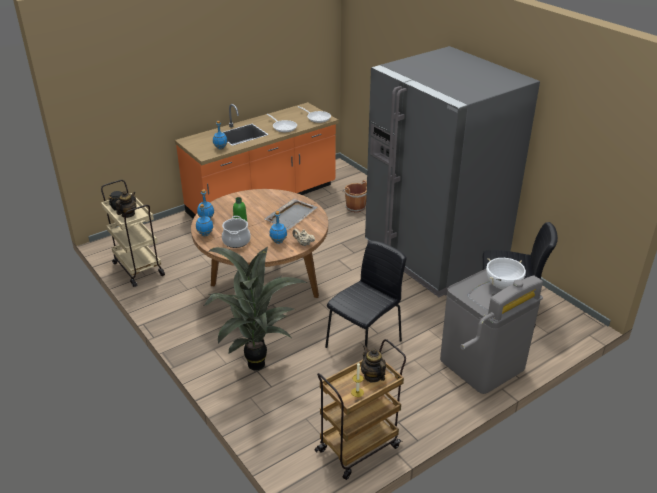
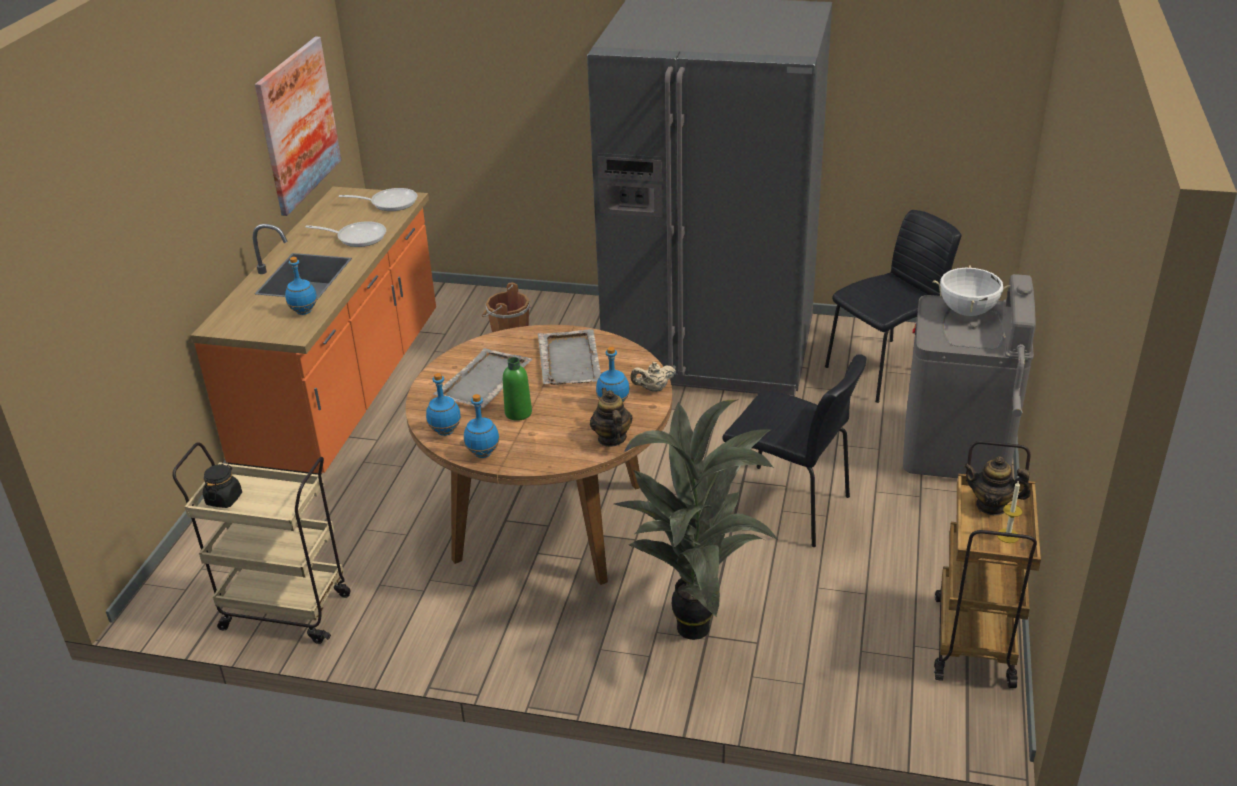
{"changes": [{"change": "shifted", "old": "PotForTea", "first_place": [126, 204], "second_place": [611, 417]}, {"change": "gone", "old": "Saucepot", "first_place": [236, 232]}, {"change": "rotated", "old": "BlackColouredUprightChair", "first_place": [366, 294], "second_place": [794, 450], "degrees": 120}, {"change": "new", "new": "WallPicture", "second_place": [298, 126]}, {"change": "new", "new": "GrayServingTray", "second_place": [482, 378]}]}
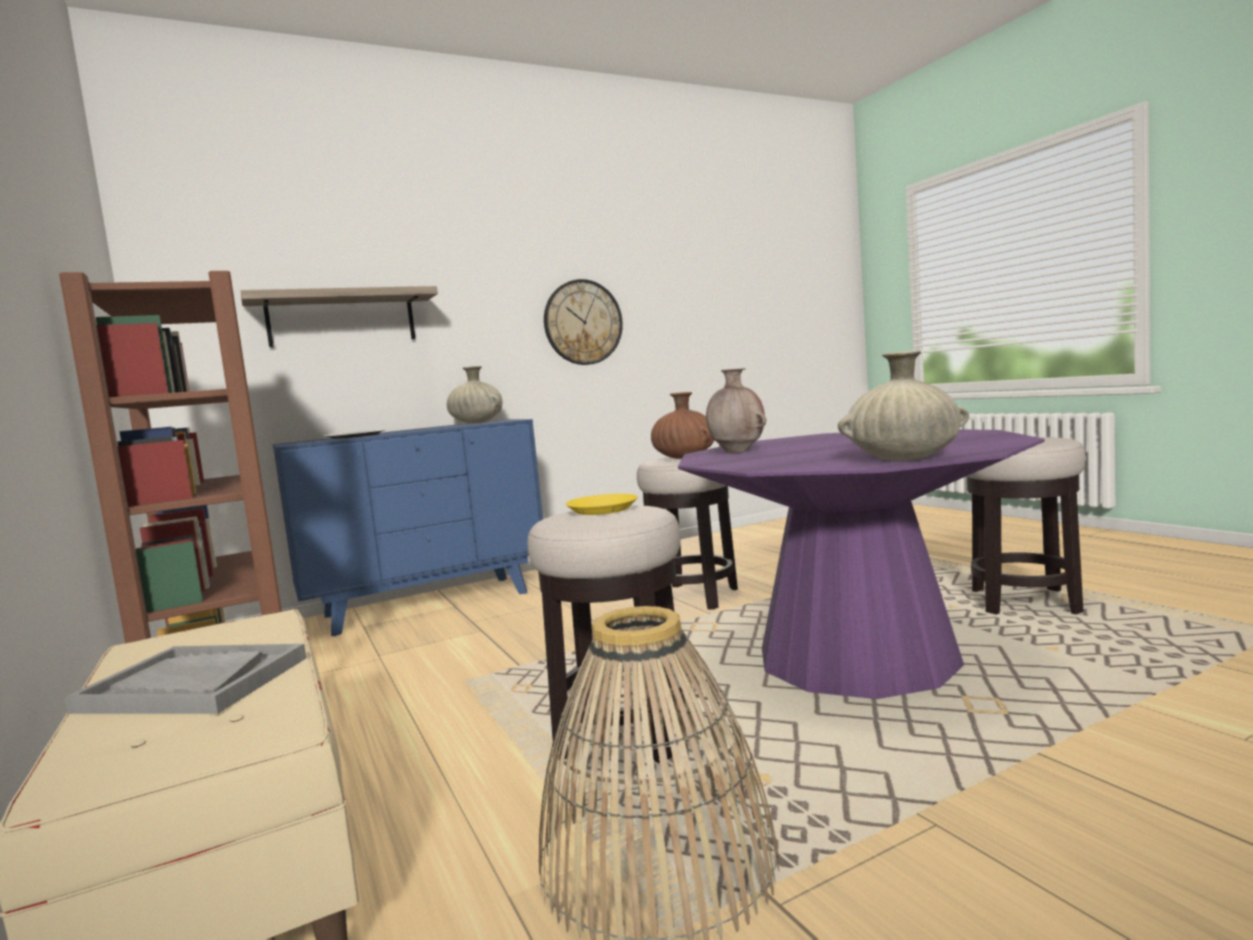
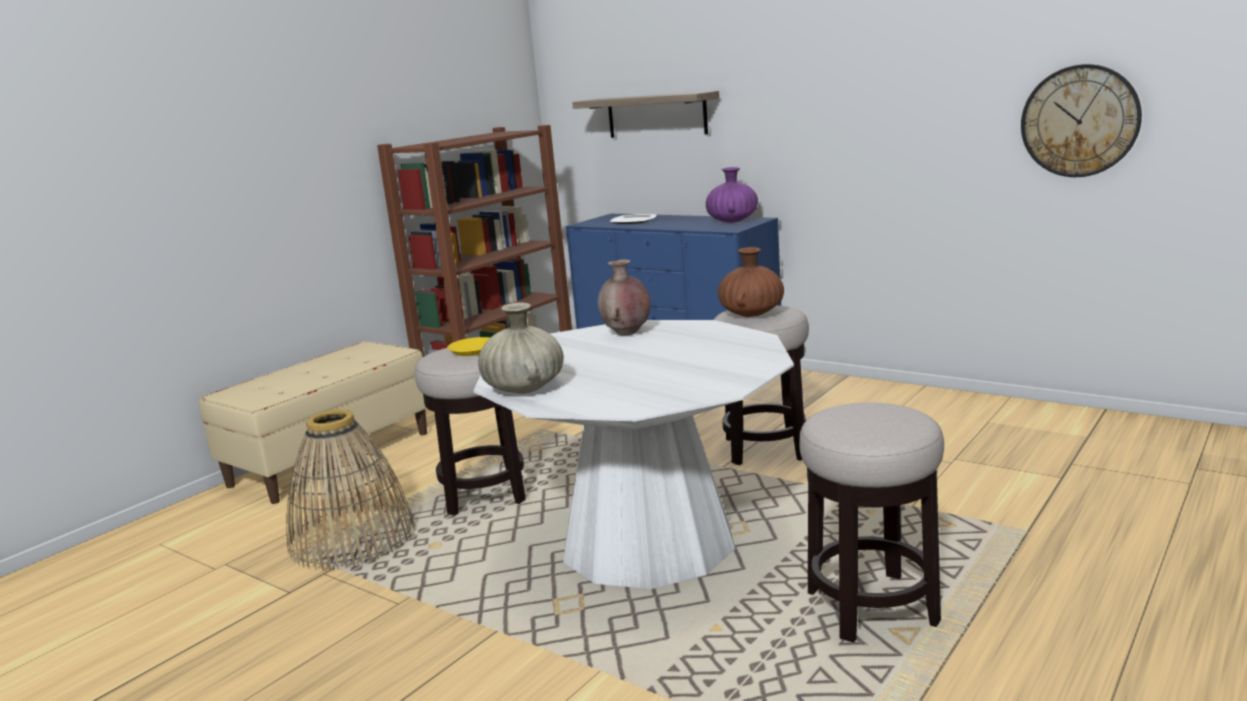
{"changes": [{"change": "shifted", "old": "HangingClock", "first_place": [583, 322], "second_place": [1081, 120]}, {"change": "repainted", "old": "BeigeColouredFlowerVase", "new": "PurpleColouredFlowerVase", "first_place": [474, 394], "second_place": [732, 195]}, {"change": "repainted", "old": "PurpleColouredKitchenTable", "new": "WhitishKitchenTable", "first_place": [861, 564], "second_place": [634, 454]}, {"change": "gone", "old": "GrayServingTray", "first_place": [185, 679]}]}
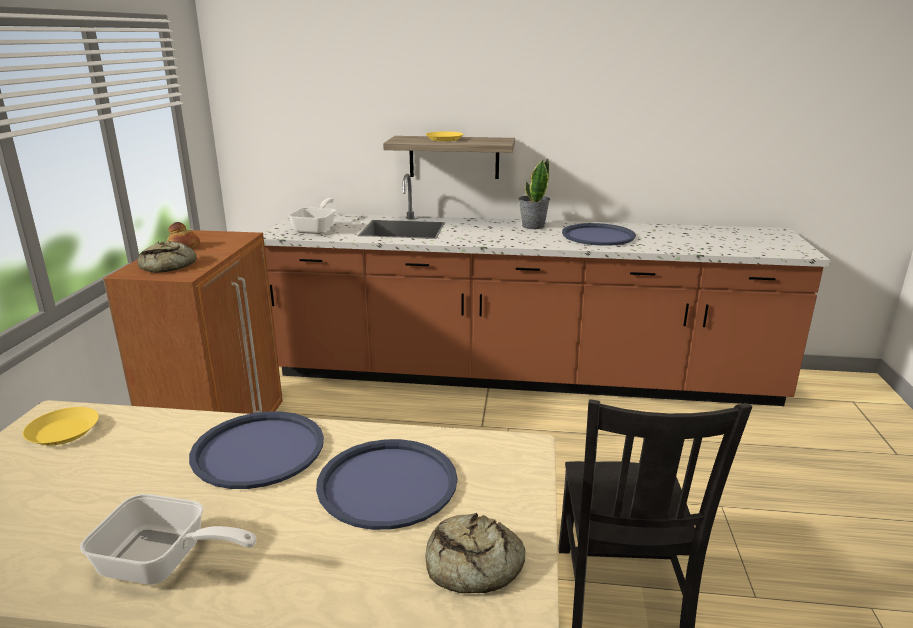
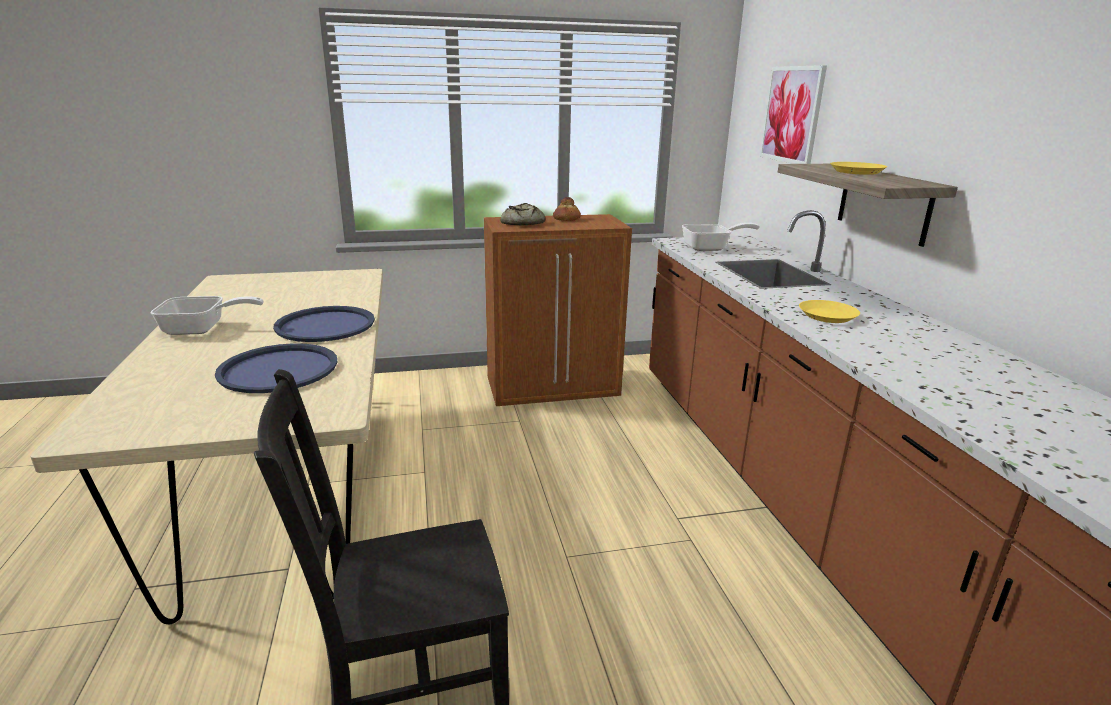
{"changes": [{"change": "gone", "old": "PottedPlant", "first_place": [534, 194]}, {"change": "gone", "old": "BlueColouredServingTray", "first_place": [599, 234]}, {"change": "shifted", "old": "YellowishFlatDish", "first_place": [61, 426], "second_place": [829, 311]}, {"change": "rotated", "old": "FryingPan", "first_place": [168, 539], "second_place": [207, 315], "degrees": -90}, {"change": "gone", "old": "BakeryBread", "first_place": [475, 553]}, {"change": "new", "new": "WallPicture", "second_place": [793, 114]}]}
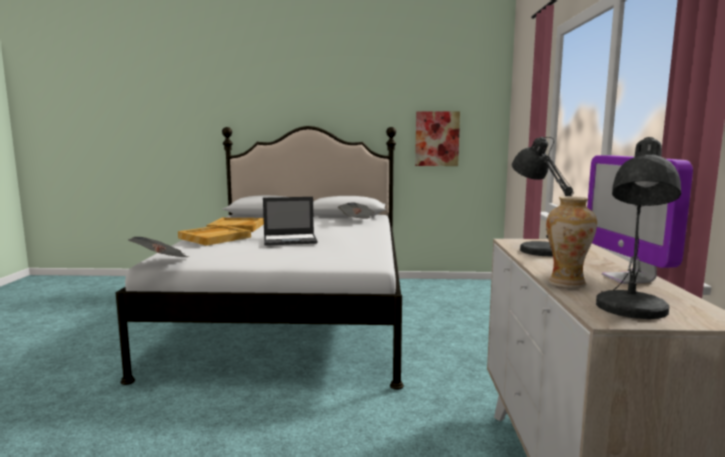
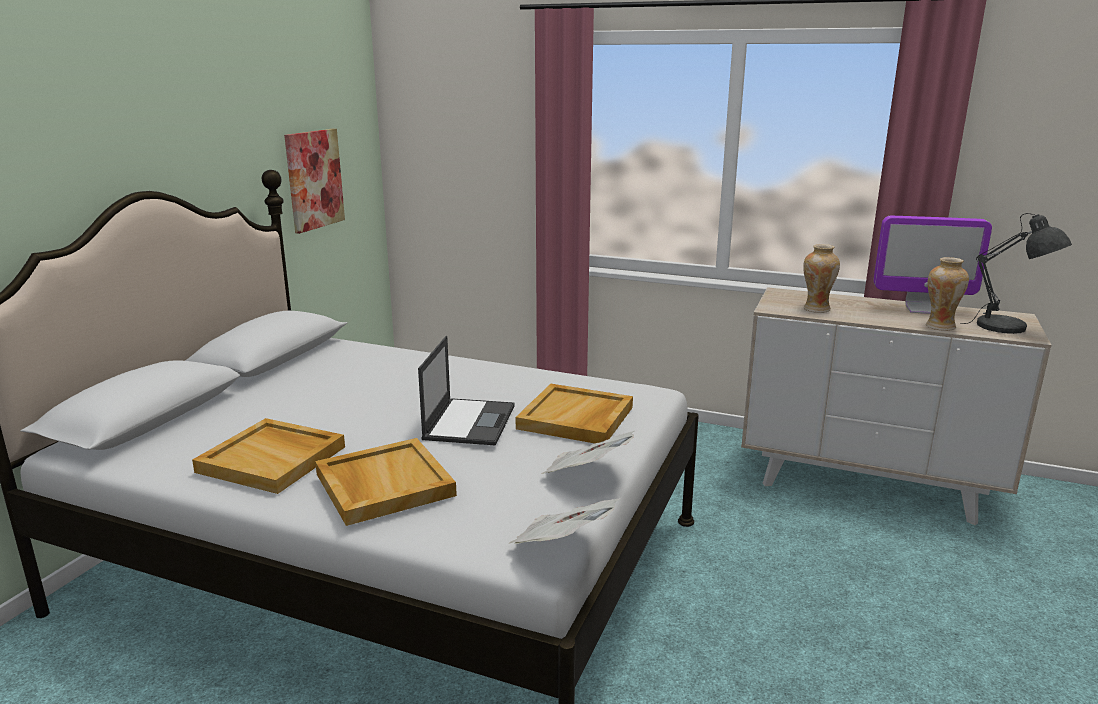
{"changes": [{"change": "swapped", "old": "GrayLampForATable", "new": "FlowerVase", "first_place": [543, 196], "second_place": [821, 278]}, {"change": "shifted", "old": "PrintedPaper", "first_place": [356, 211], "second_place": [588, 452]}, {"change": "new", "new": "BeigeColouredServingTray", "second_place": [574, 413]}]}
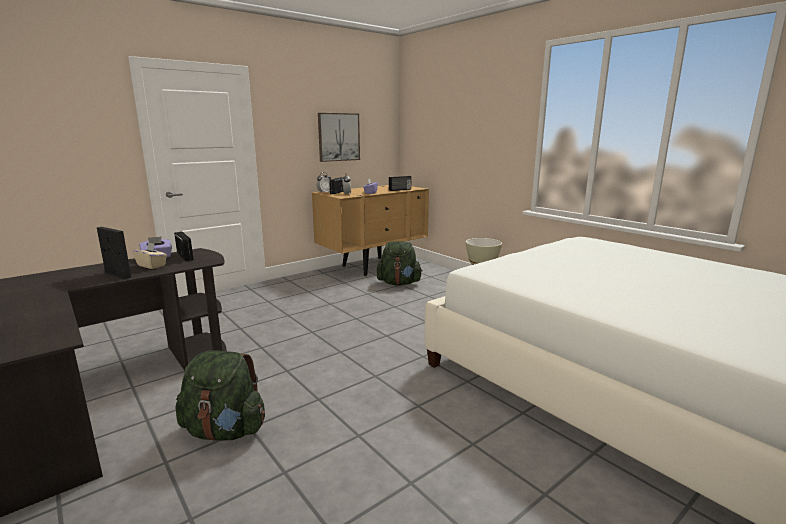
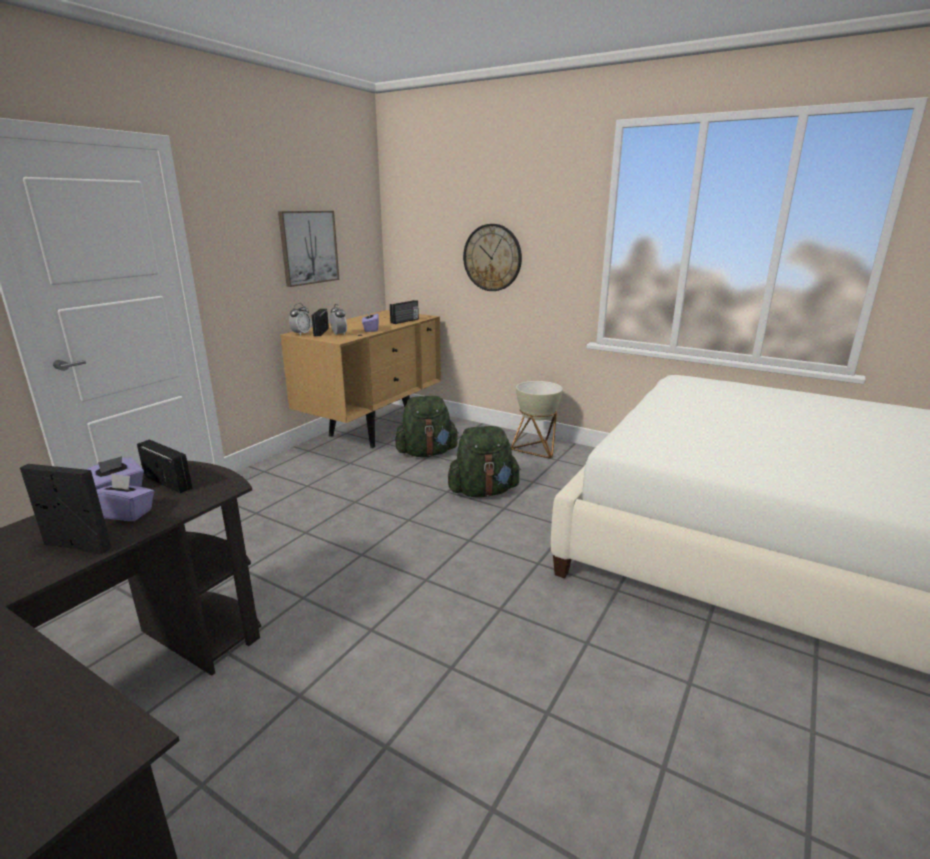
{"changes": [{"change": "repainted", "old": "BeigeColouredTissueHolder", "new": "PurpleColouredTissueHolder", "first_place": [150, 255], "second_place": [125, 497]}, {"change": "shifted", "old": "GreenishKnapsack", "first_place": [220, 395], "second_place": [484, 462]}, {"change": "new", "new": "HangingClock", "second_place": [492, 257]}]}
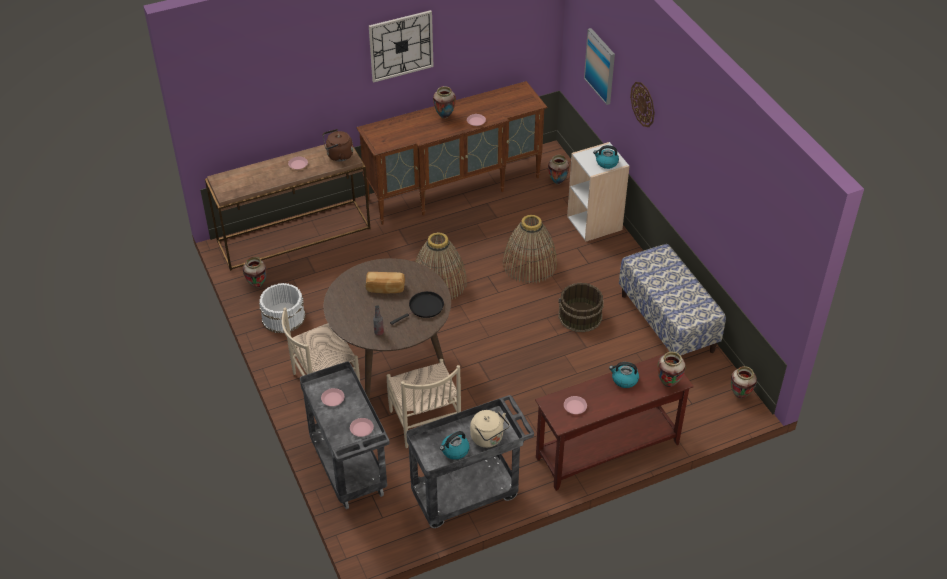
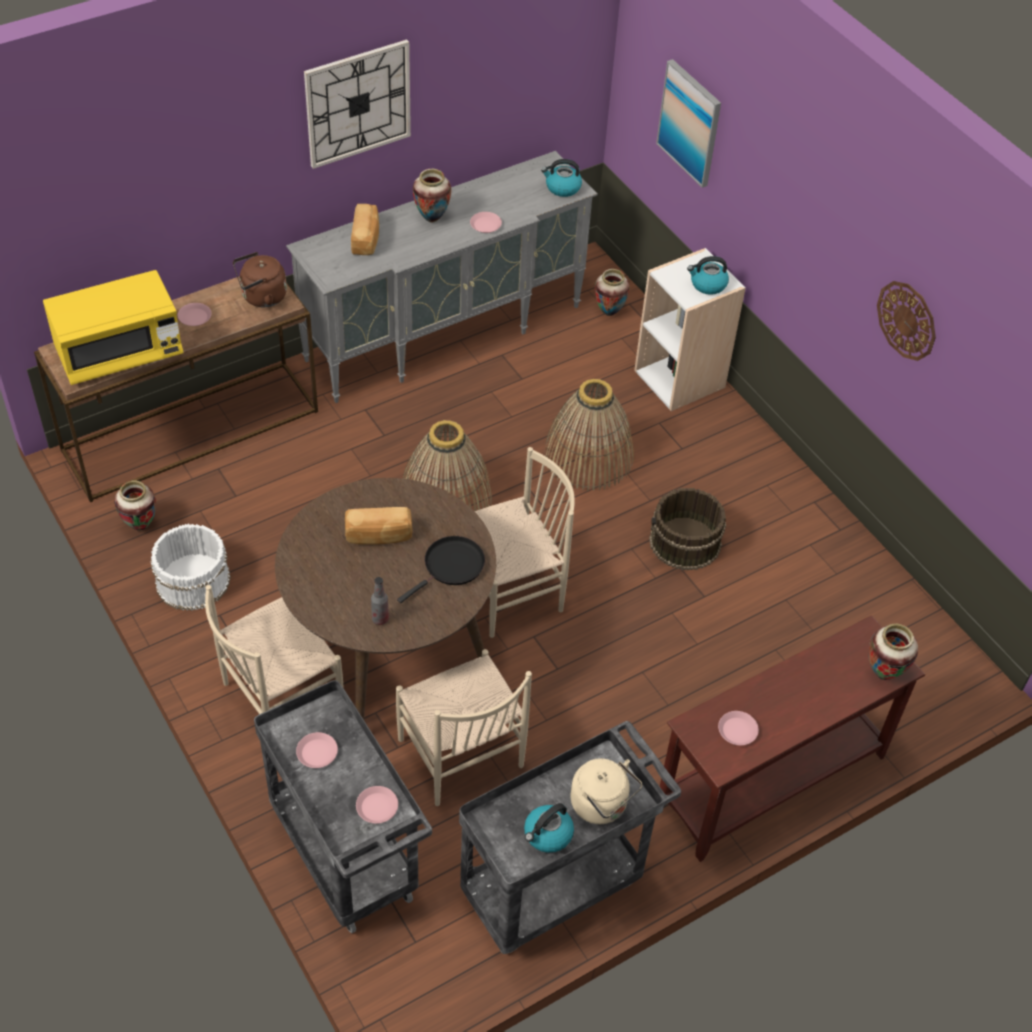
{"changes": [{"change": "repainted", "old": "BrownColouredStorageCabinet", "new": "GrayStorageCabinet", "first_place": [451, 153], "second_place": [442, 277]}, {"change": "shifted", "old": "HangingClock", "first_place": [642, 104], "second_place": [906, 321]}, {"change": "gone", "old": "Bench", "first_place": [672, 299]}, {"change": "shifted", "old": "WaterKettle", "first_place": [624, 375], "second_place": [561, 178]}, {"change": "gone", "old": "FlowerVase", "first_place": [744, 382]}, {"change": "new", "new": "BakeryBread", "second_place": [365, 229]}, {"change": "new", "new": "YellowishMicrowave", "second_place": [113, 327]}, {"change": "new", "new": "BeigeColouredUprightChair", "second_place": [524, 542]}]}
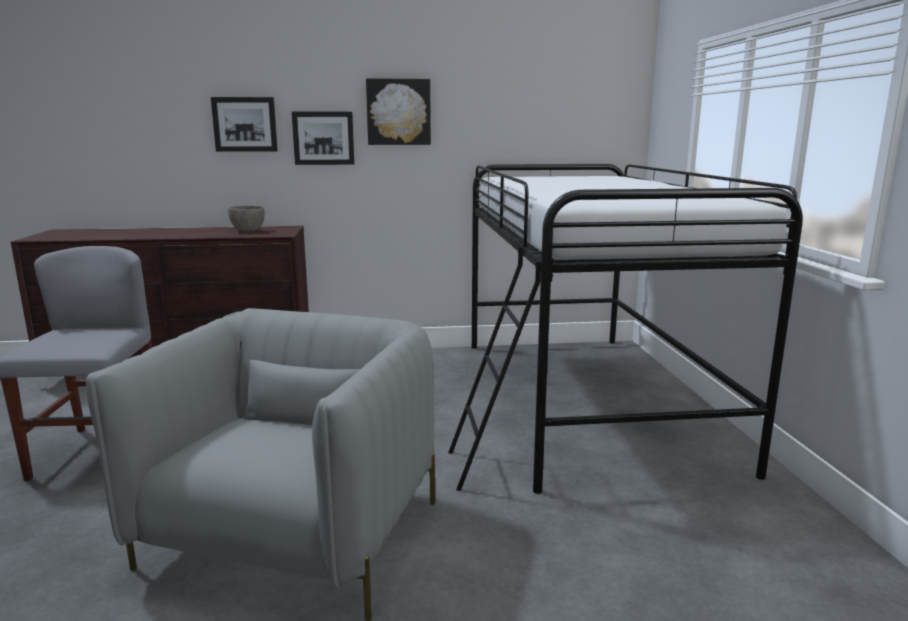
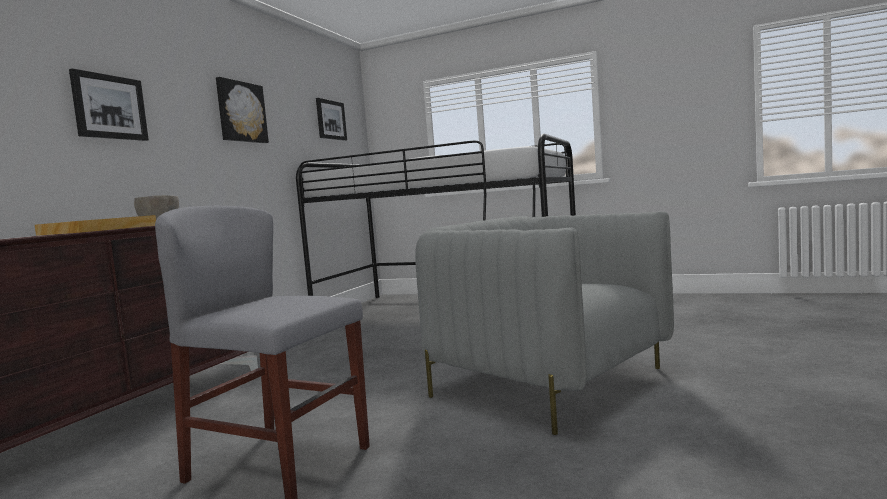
{"changes": [{"change": "shifted", "old": "WallPicture", "first_place": [323, 138], "second_place": [331, 119]}, {"change": "new", "new": "BeigeColouredServingTray", "second_place": [95, 225]}]}
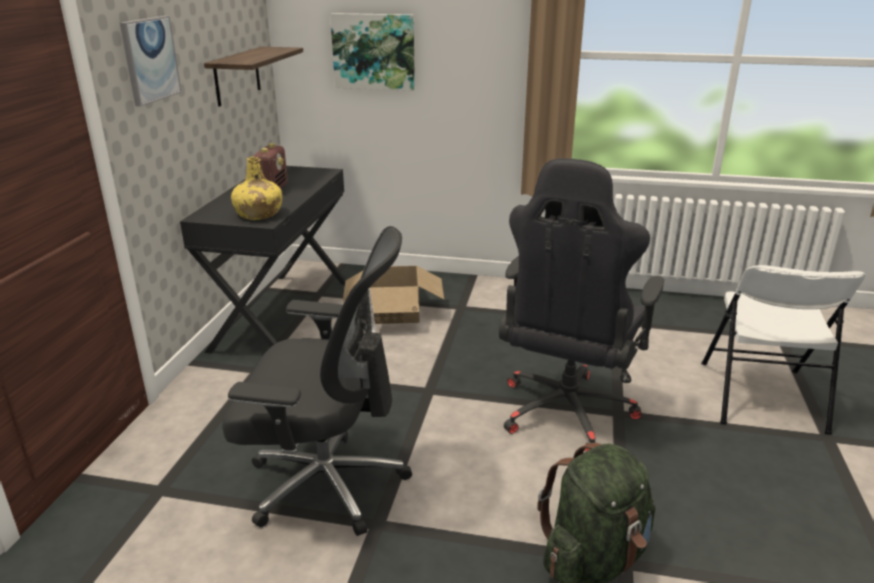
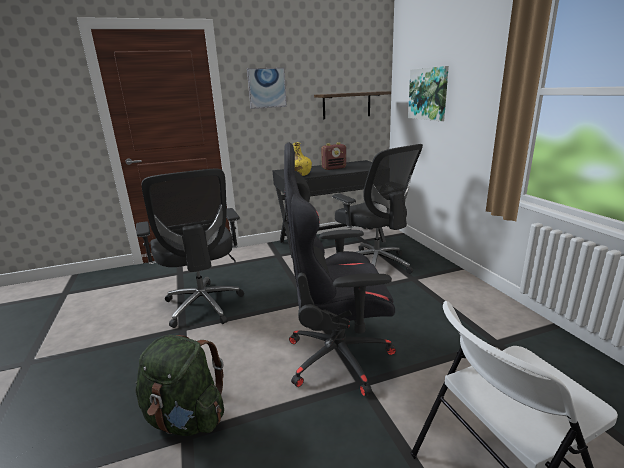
{"changes": [{"change": "swapped", "old": "Carton", "new": "ComputerChair", "first_place": [394, 295], "second_place": [377, 209]}]}
